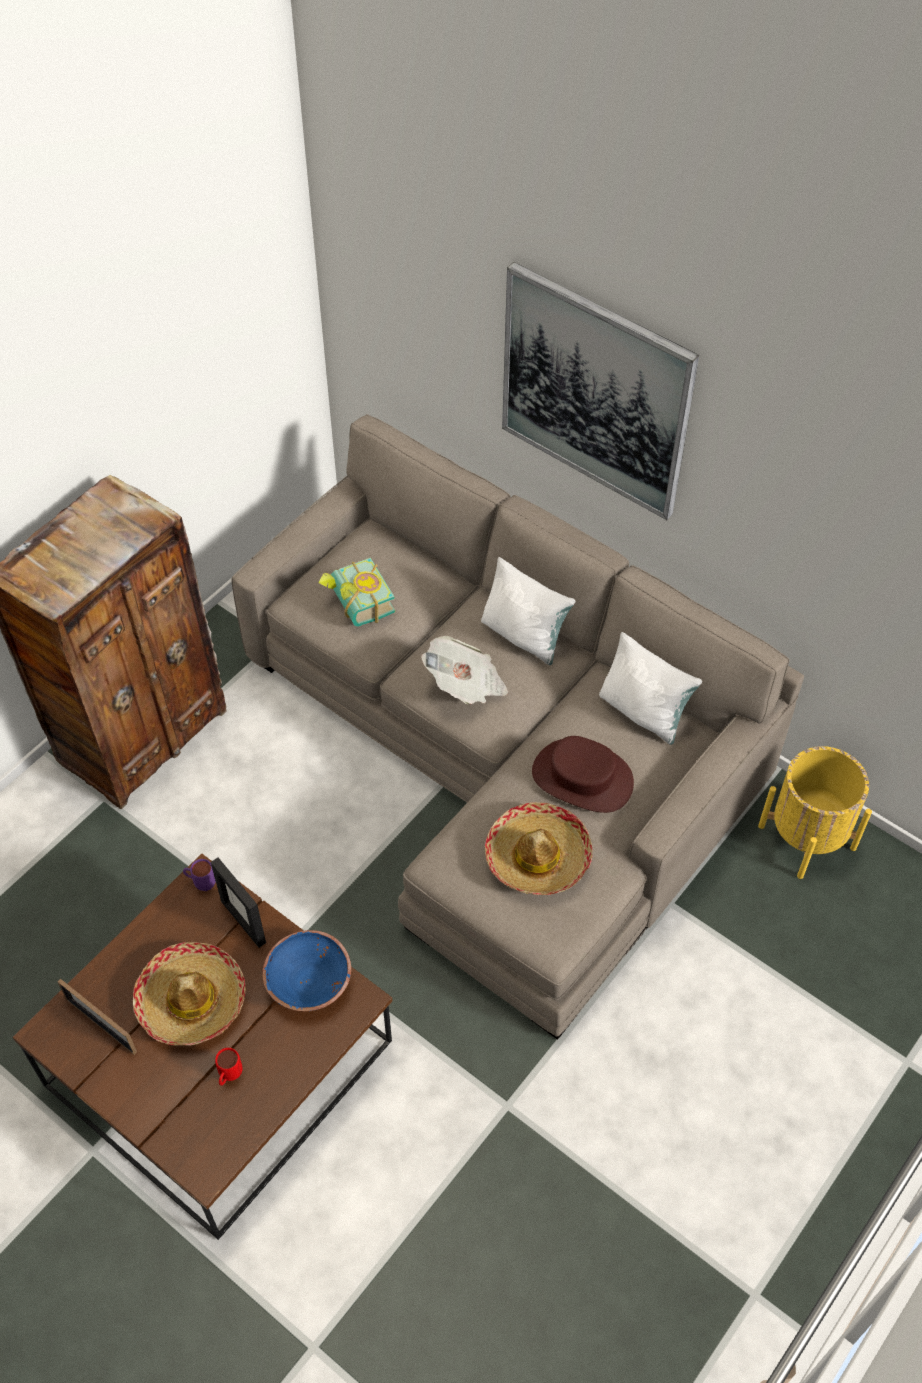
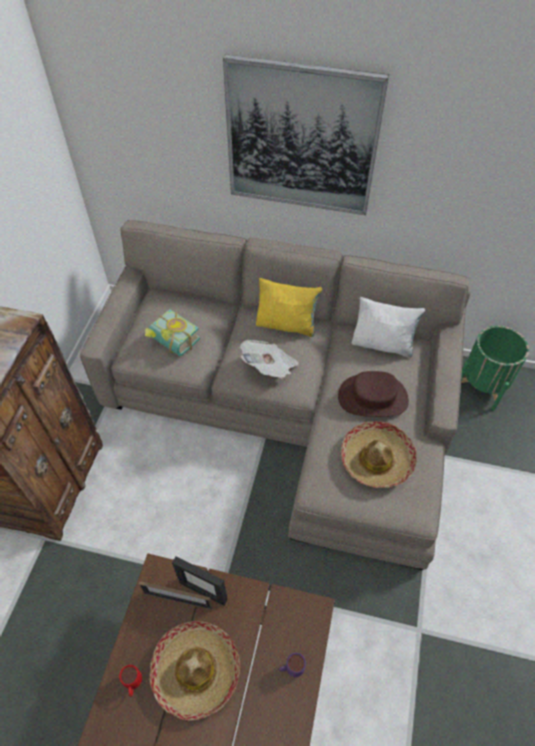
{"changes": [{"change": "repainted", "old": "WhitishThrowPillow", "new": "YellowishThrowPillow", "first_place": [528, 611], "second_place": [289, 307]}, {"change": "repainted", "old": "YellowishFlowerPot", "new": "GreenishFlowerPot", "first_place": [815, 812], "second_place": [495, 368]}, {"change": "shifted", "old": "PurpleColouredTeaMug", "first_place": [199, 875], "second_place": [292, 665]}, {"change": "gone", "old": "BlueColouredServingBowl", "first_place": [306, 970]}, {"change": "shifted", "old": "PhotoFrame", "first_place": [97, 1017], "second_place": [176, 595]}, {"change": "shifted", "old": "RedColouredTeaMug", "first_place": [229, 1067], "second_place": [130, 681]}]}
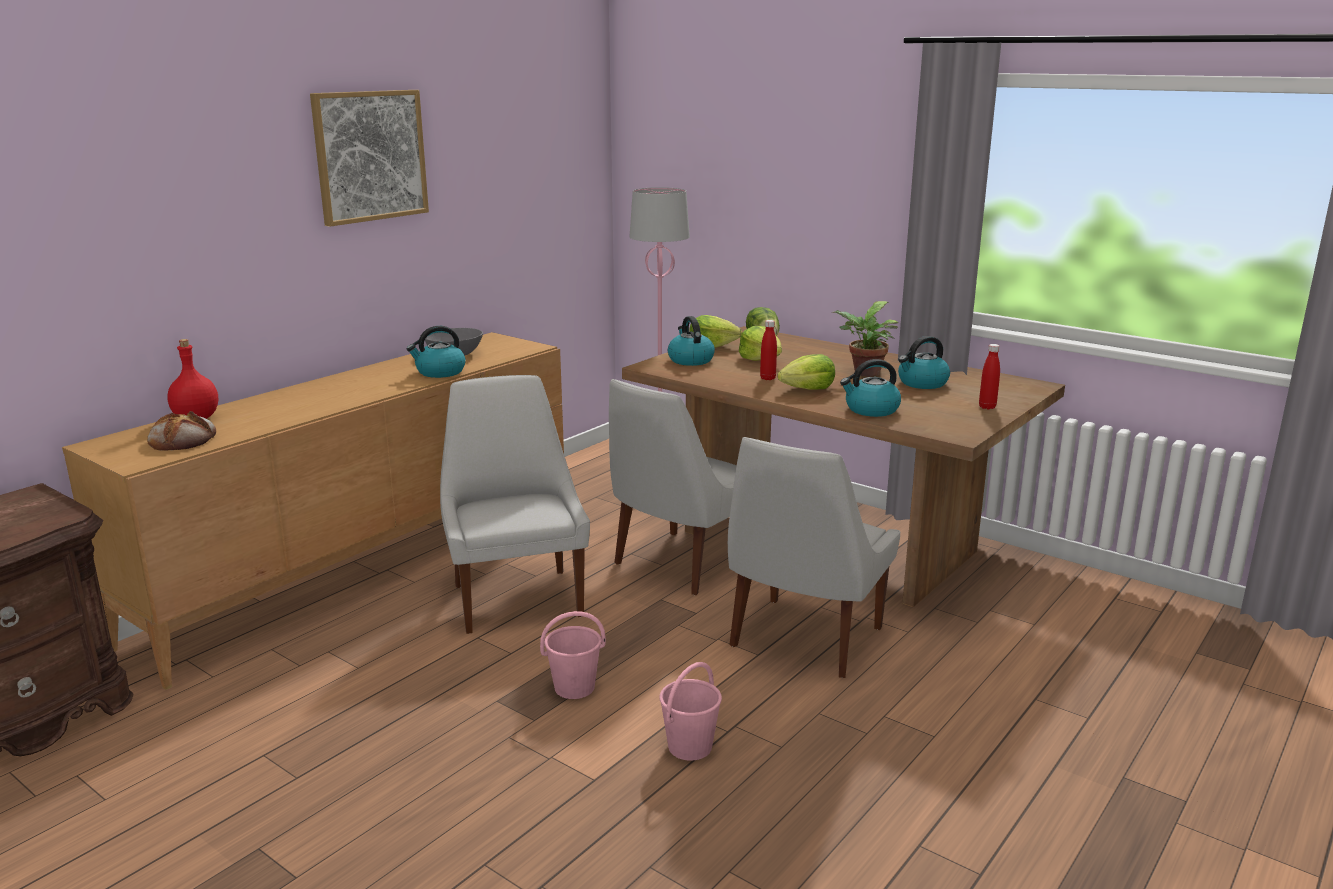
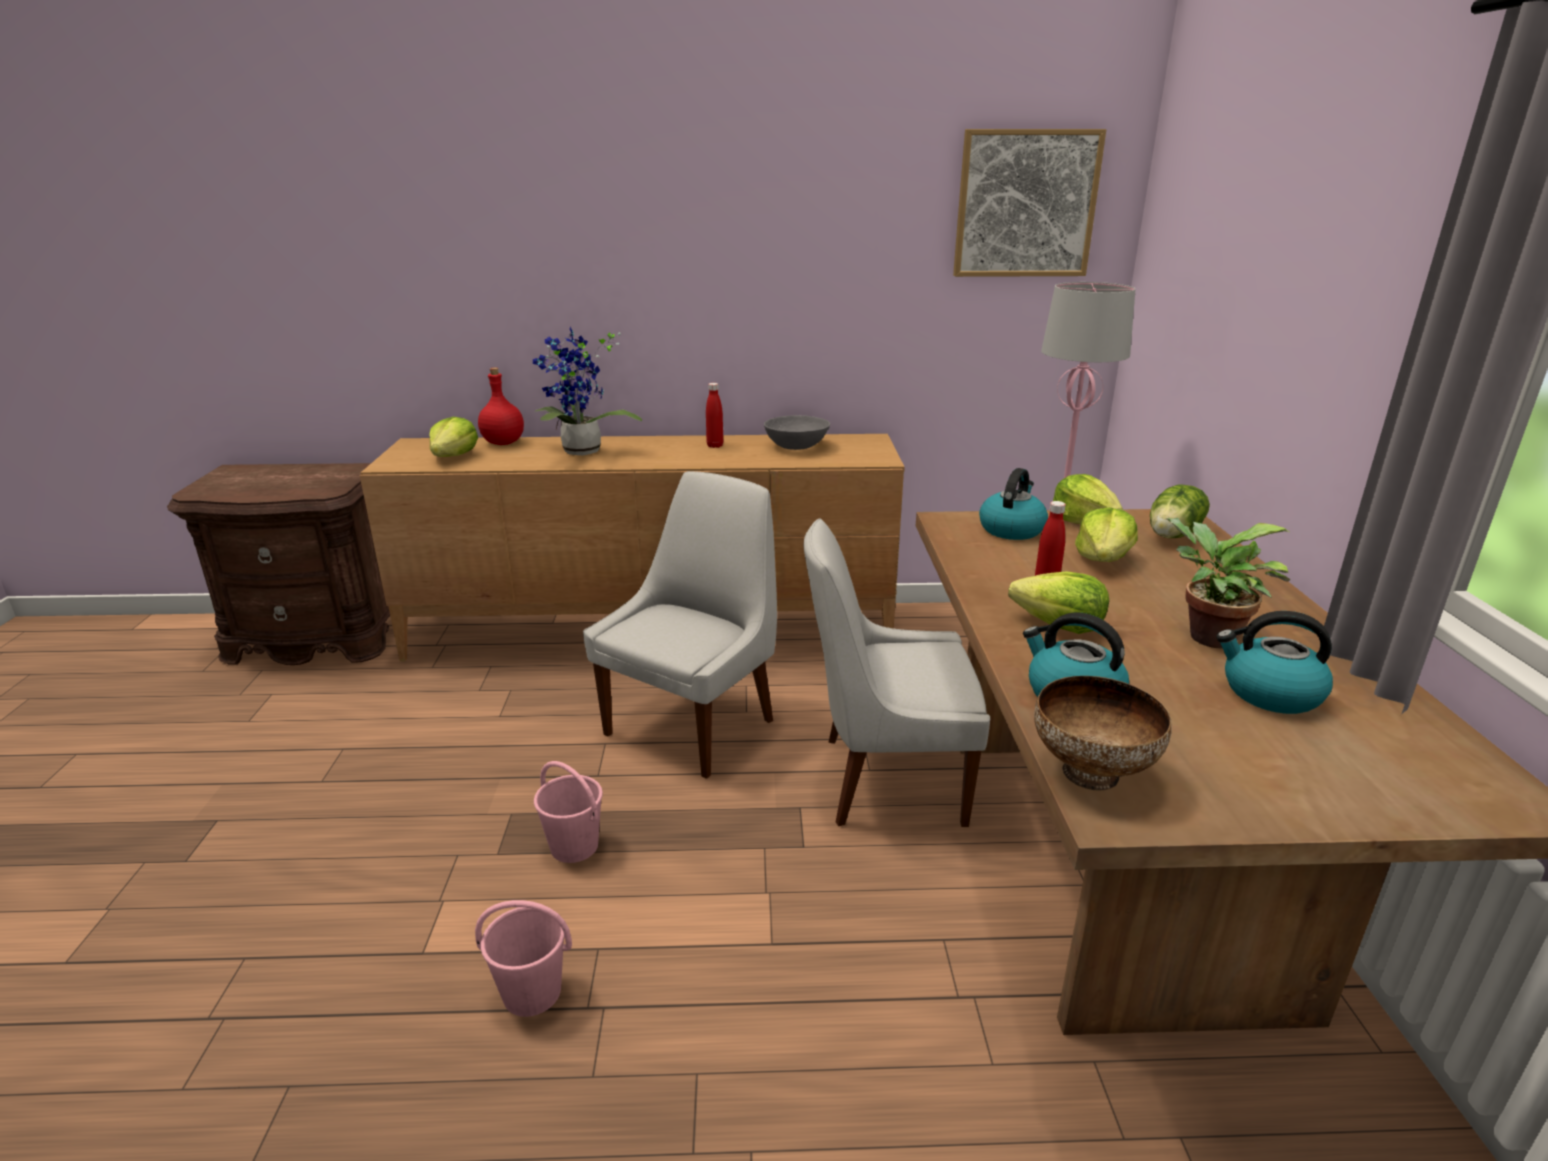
{"changes": [{"change": "shifted", "old": "WallPicture", "first_place": [369, 158], "second_place": [1030, 203]}, {"change": "gone", "old": "WaterKettle", "first_place": [436, 352]}, {"change": "shifted", "old": "RedColouredBottle", "first_place": [989, 376], "second_place": [714, 415]}, {"change": "swapped", "old": "BakeryBread", "new": "LettuceHead", "first_place": [181, 431], "second_place": [454, 437]}, {"change": "gone", "old": "WhitishUprightChair", "first_place": [814, 557]}, {"change": "new", "new": "PottedPlant", "second_place": [587, 391]}, {"change": "new", "new": "ServingBowl", "second_place": [1103, 733]}]}
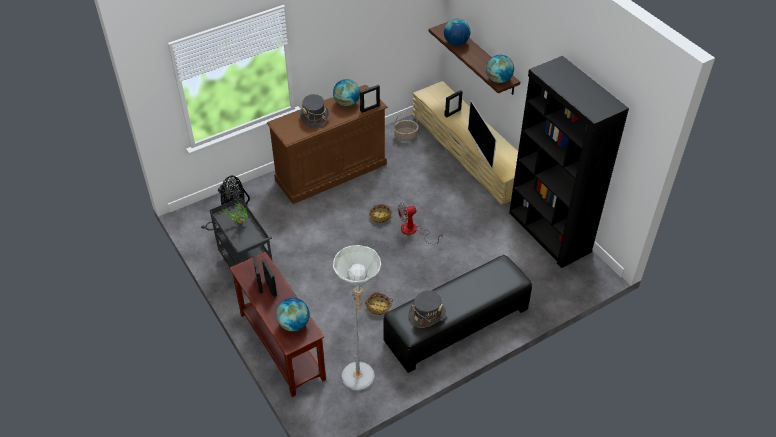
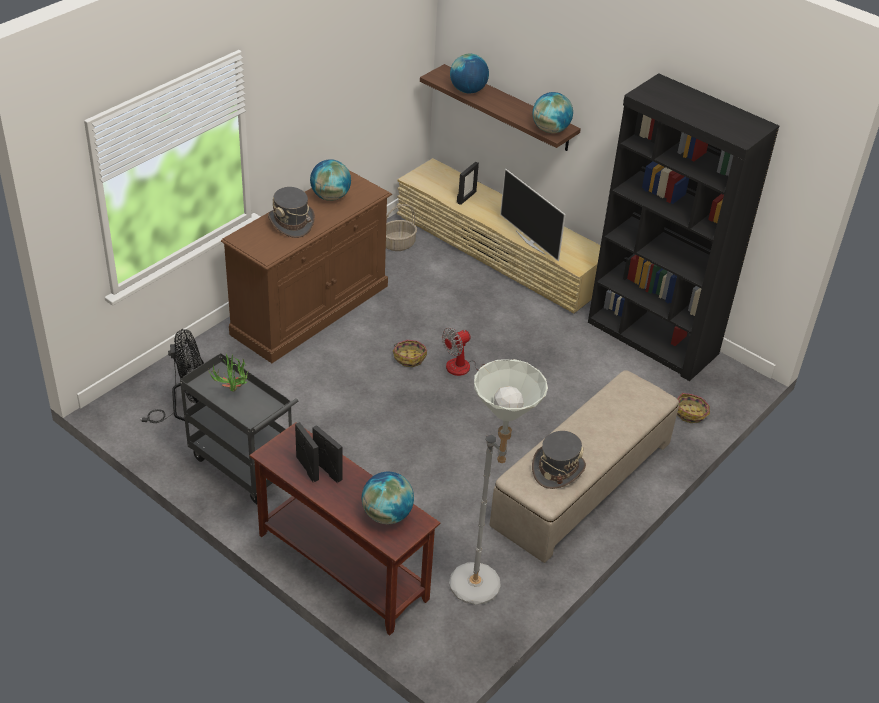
{"changes": [{"change": "gone", "old": "PhotoFrame", "first_place": [370, 99]}, {"change": "repainted", "old": "BlackColouredBench", "new": "BeigeColouredBench", "first_place": [457, 314], "second_place": [584, 466]}, {"change": "shifted", "old": "Basket", "first_place": [379, 303], "second_place": [693, 408]}]}
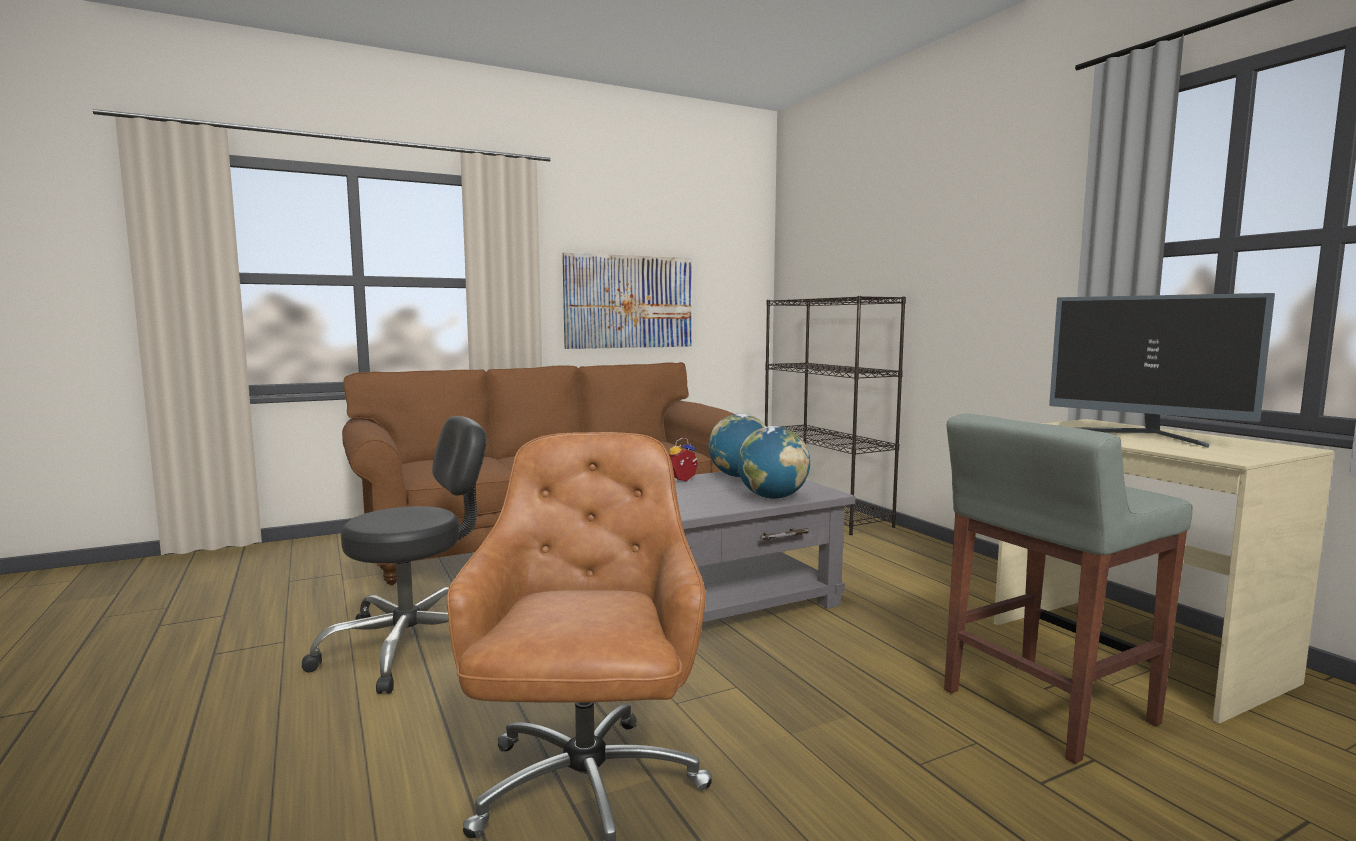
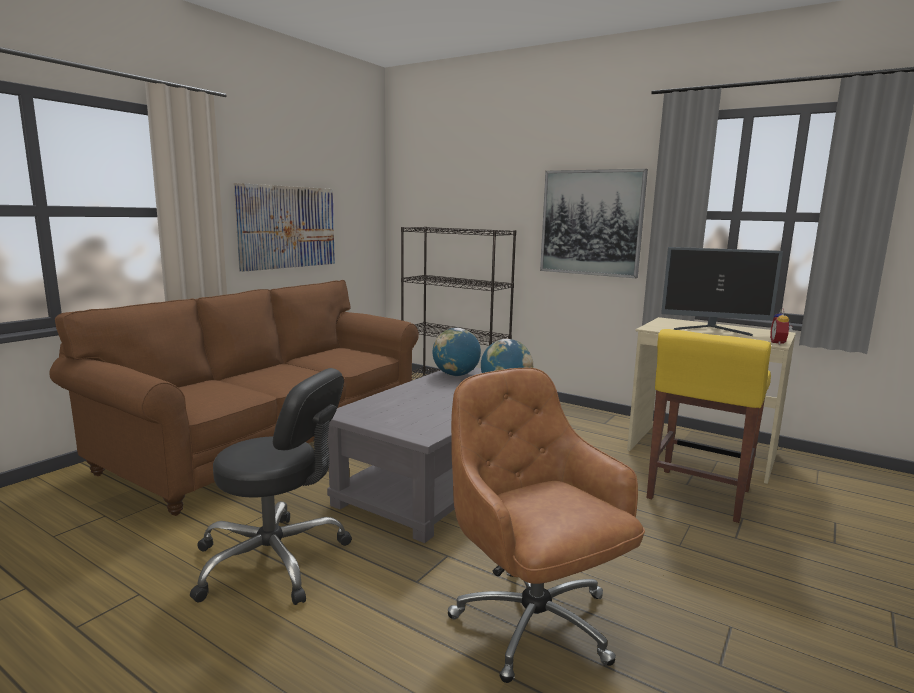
{"changes": [{"change": "repainted", "old": "GraySittingStool", "new": "YellowishSittingStool", "first_place": [1068, 588], "second_place": [709, 426]}, {"change": "rotated", "old": "BlackColouredComputerChair", "first_place": [394, 555], "second_place": [271, 486], "degrees": 75}, {"change": "shifted", "old": "BedsideClock", "first_place": [683, 460], "second_place": [781, 326]}, {"change": "new", "new": "WallPicture", "second_place": [594, 223]}]}
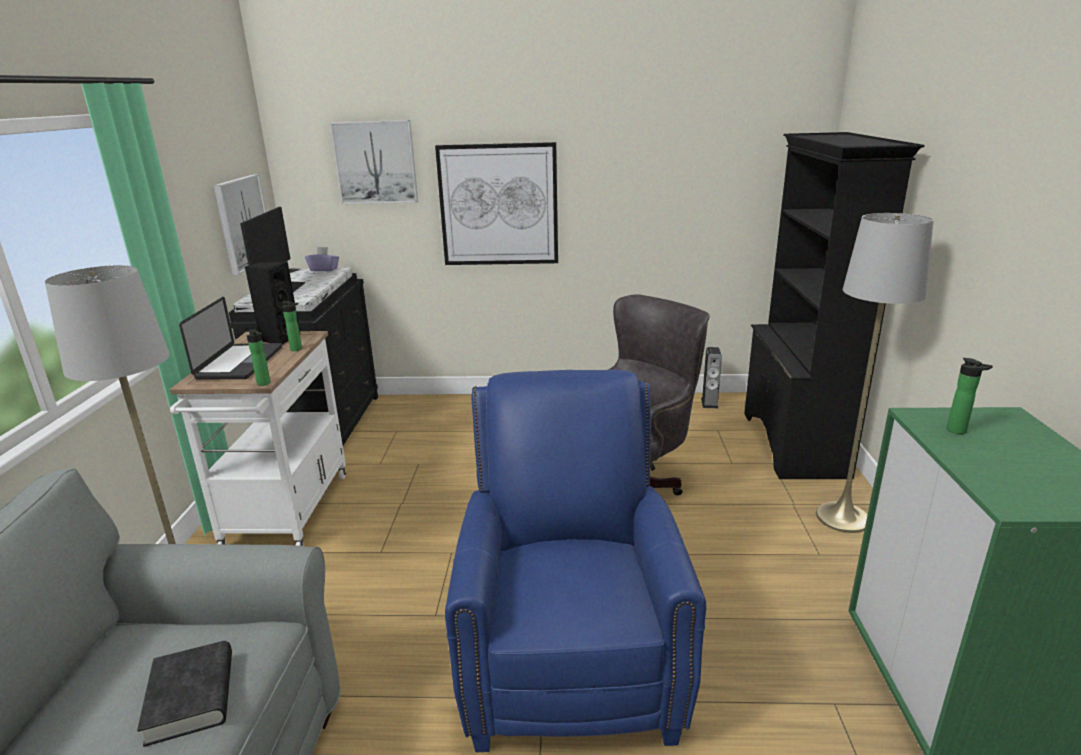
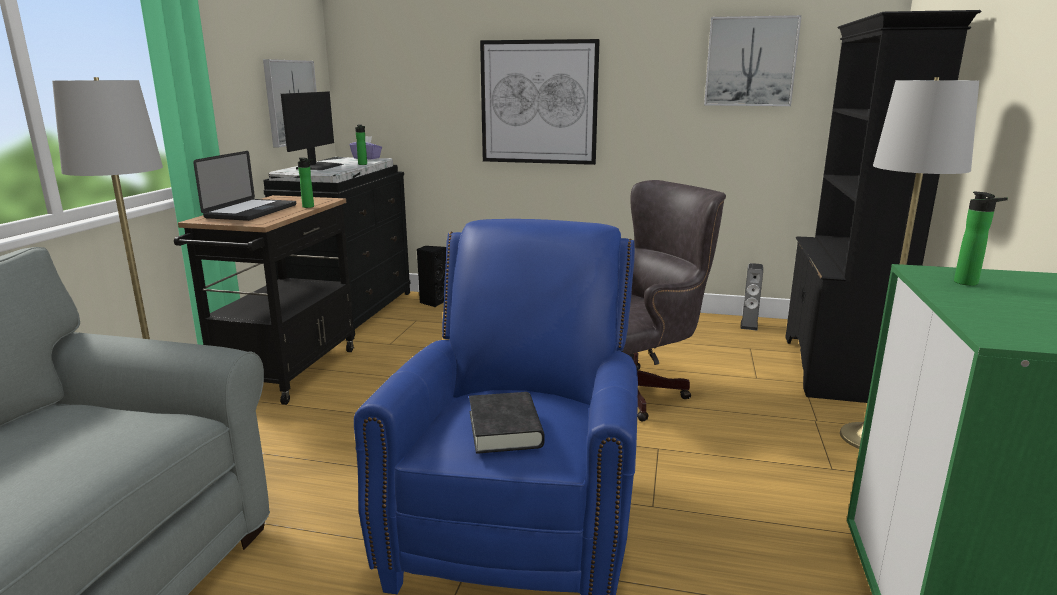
{"changes": [{"change": "shifted", "old": "WallPicture", "first_place": [374, 162], "second_place": [753, 60]}, {"change": "shifted", "old": "BlackColouredSpeaker", "first_place": [272, 303], "second_place": [431, 276]}, {"change": "shifted", "old": "Bottle", "first_place": [259, 357], "second_place": [361, 144]}, {"change": "repainted", "old": "WhitishTrolley", "new": "BlackColouredTrolley", "first_place": [258, 438], "second_place": [264, 300]}, {"change": "shifted", "old": "BlackColouredBook", "first_place": [184, 694], "second_place": [507, 423]}]}
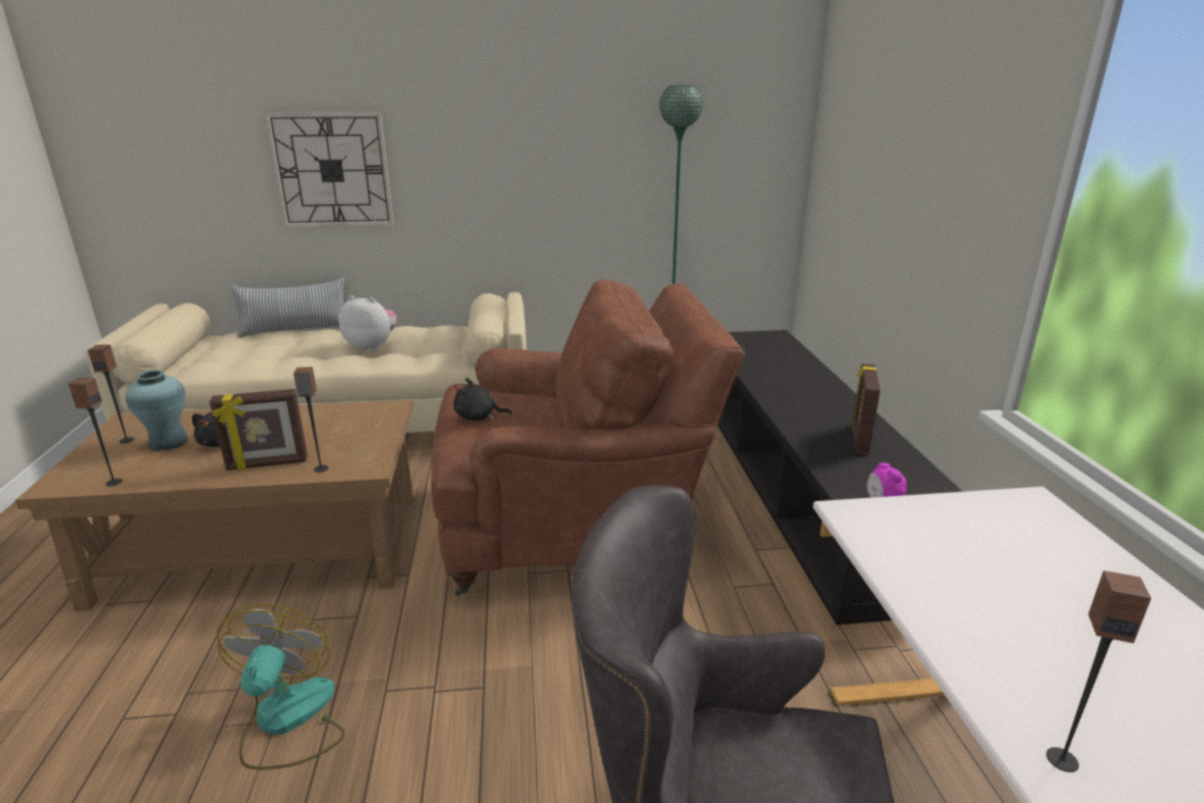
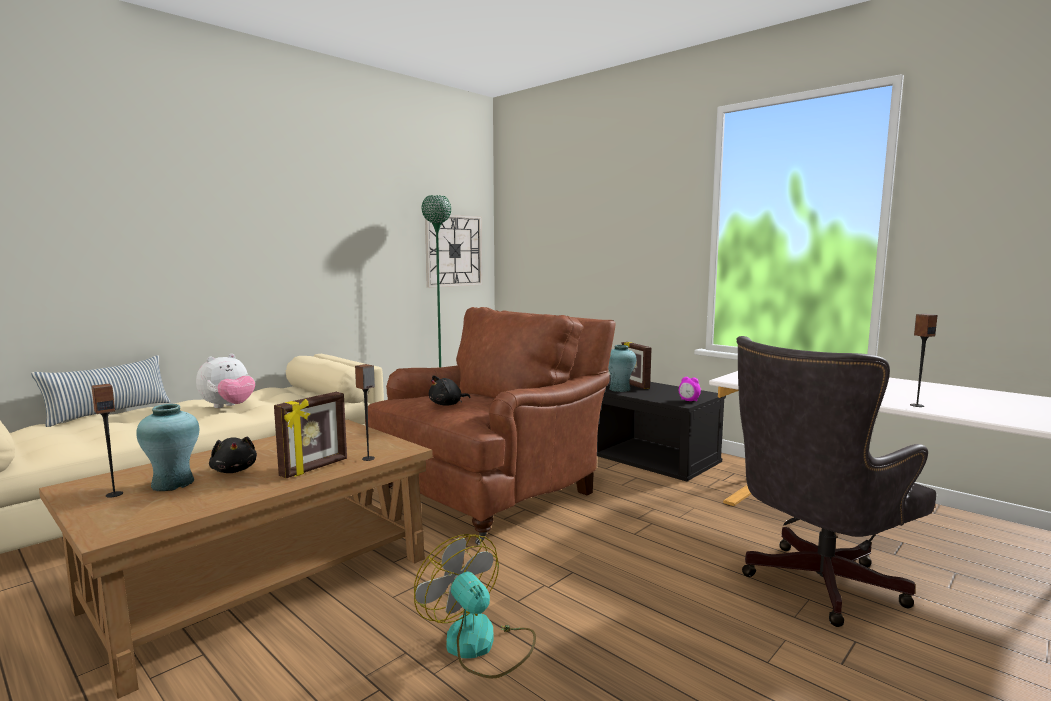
{"changes": [{"change": "shifted", "old": "HangingClock", "first_place": [329, 169], "second_place": [453, 251]}, {"change": "rotated", "old": "CuddlyToy", "first_place": [368, 324], "second_place": [225, 381], "degrees": 150}, {"change": "gone", "old": "Speaker", "first_place": [95, 432]}, {"change": "new", "new": "TurquoiseColouredFlowerVase", "second_place": [622, 368]}]}
